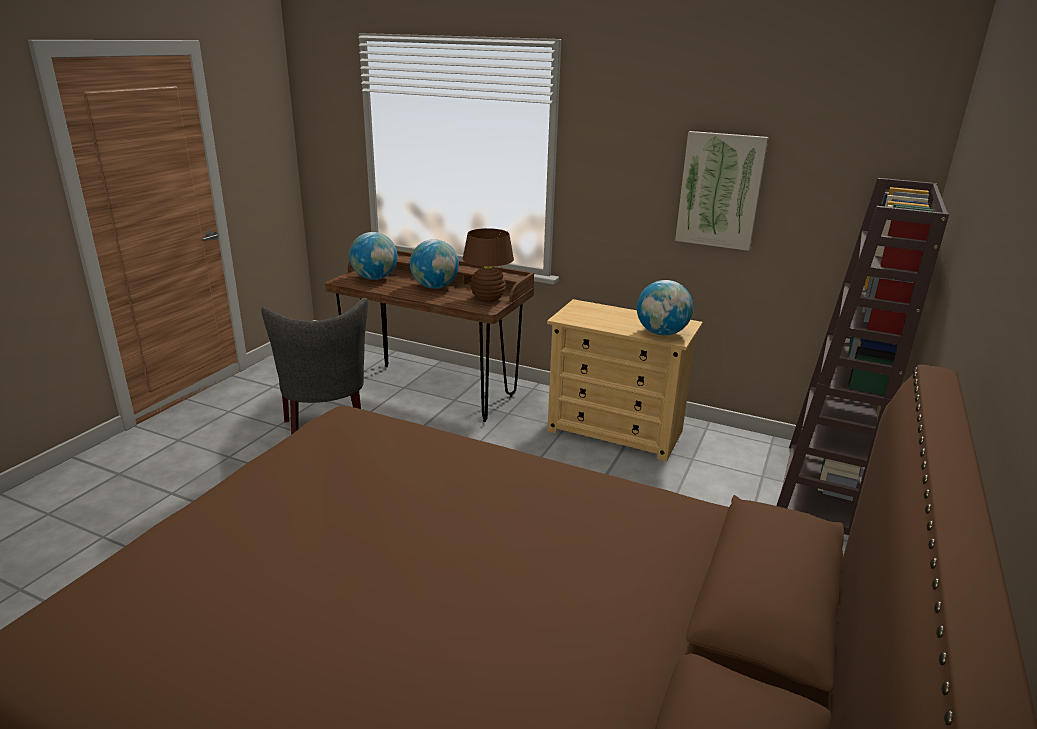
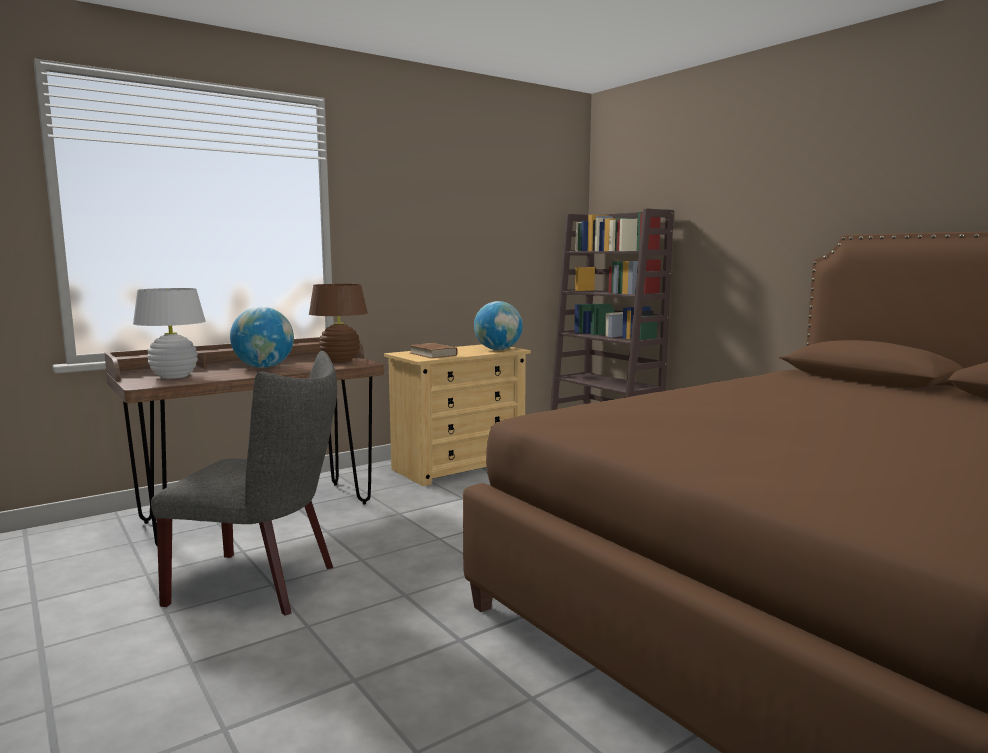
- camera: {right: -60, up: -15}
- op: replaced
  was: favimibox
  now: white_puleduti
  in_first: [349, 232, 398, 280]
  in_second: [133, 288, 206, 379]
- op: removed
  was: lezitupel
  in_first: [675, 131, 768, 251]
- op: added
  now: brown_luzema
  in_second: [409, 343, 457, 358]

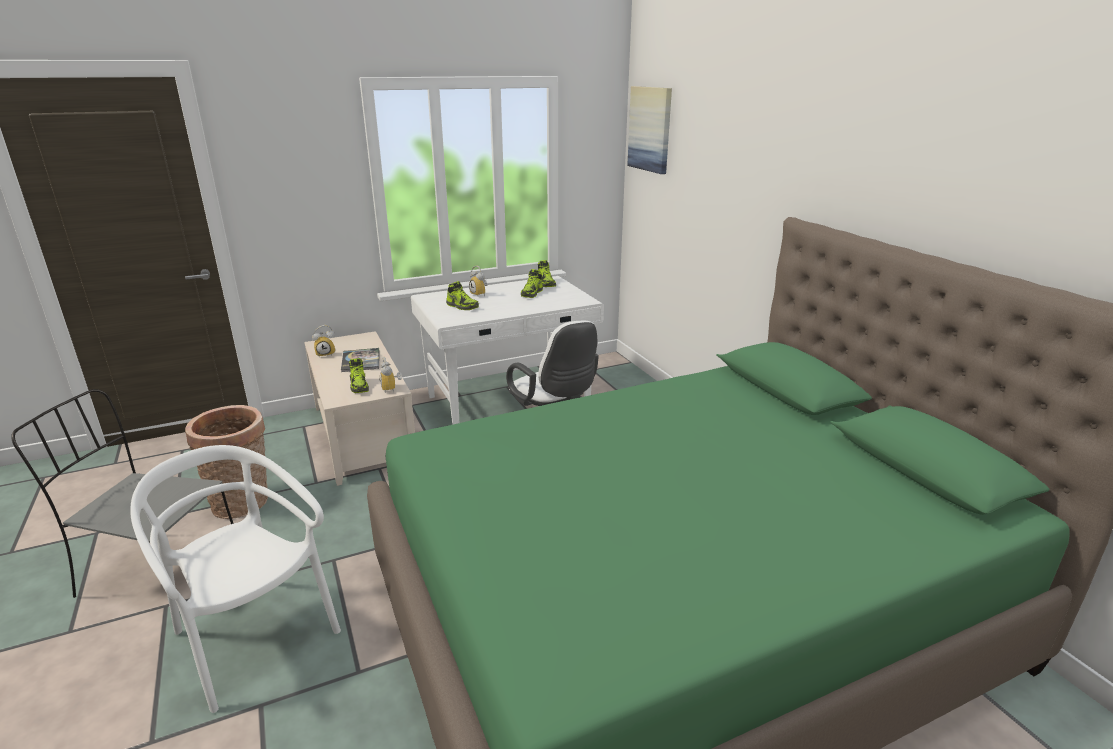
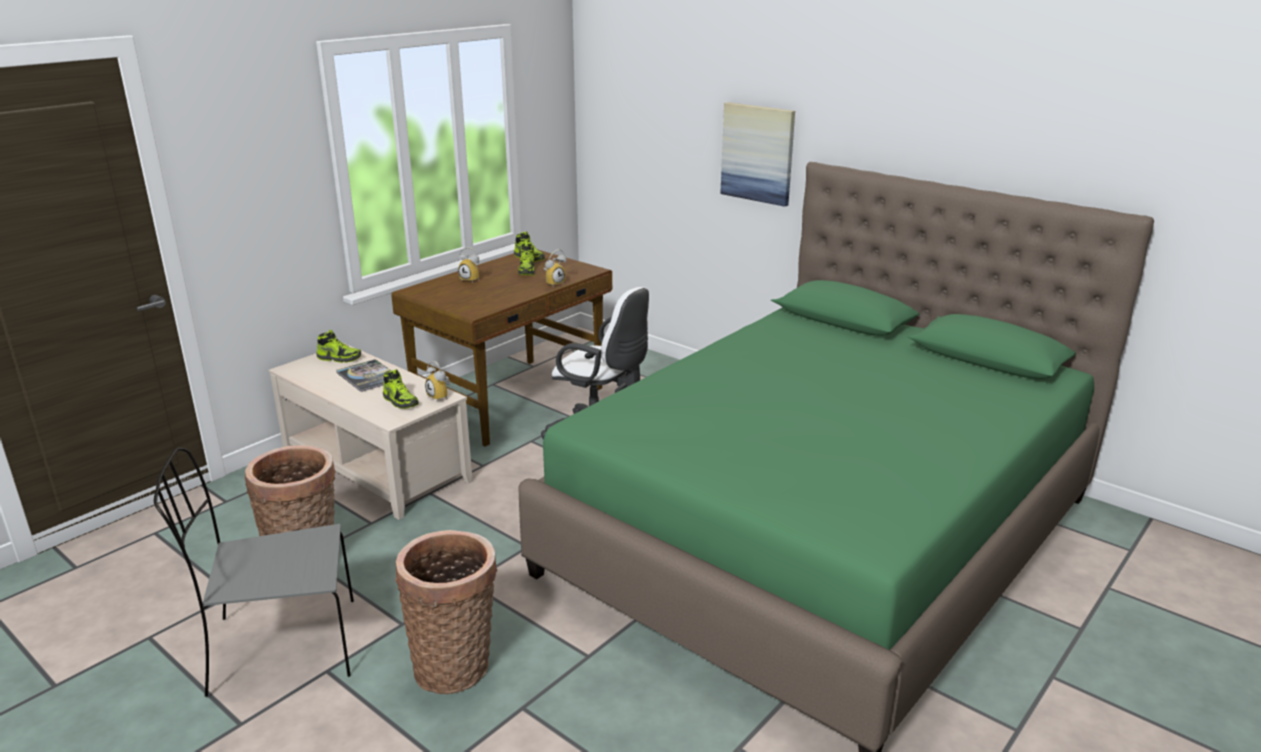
- camera: {right: -25, up: 0}
- op: replaced
  was: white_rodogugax
  now: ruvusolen
  in_first: [130, 445, 341, 713]
  in_second: [395, 530, 498, 694]
- op: moved
  was: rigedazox
  in_first: [312, 325, 336, 358]
  in_second: [544, 249, 567, 287]
- op: recoloured
  was: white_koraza
  now: brown_koraza
  in_first: [411, 276, 604, 425]
  in_second: [391, 250, 612, 446]
- op: moved
  was: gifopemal
  in_first: [446, 281, 479, 310]
  in_second: [316, 330, 361, 363]
- op: moved
  was: lezitupel
  in_first: [627, 86, 672, 174]
  in_second: [720, 102, 795, 207]

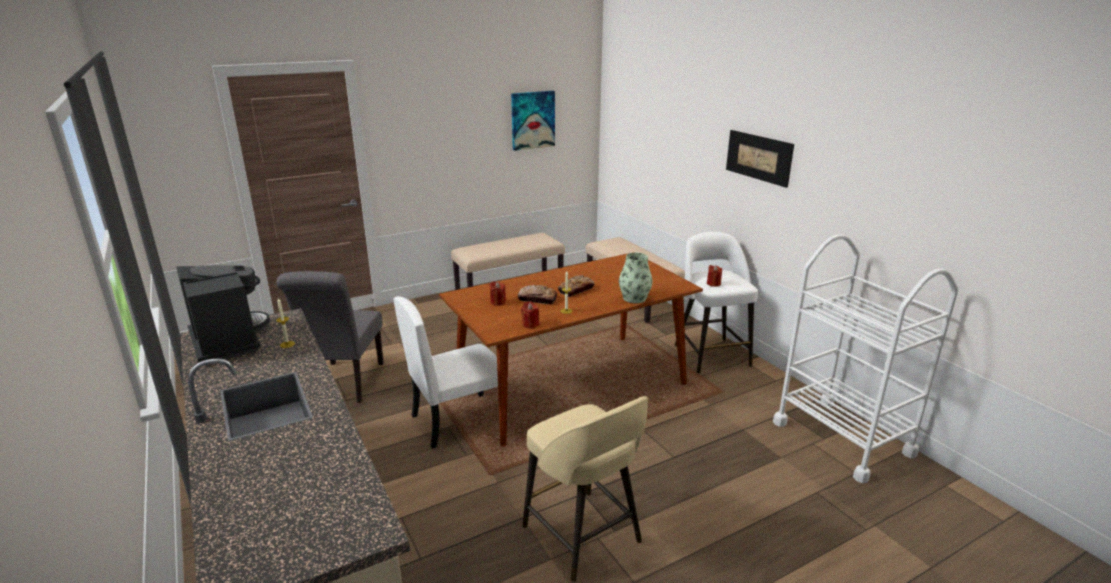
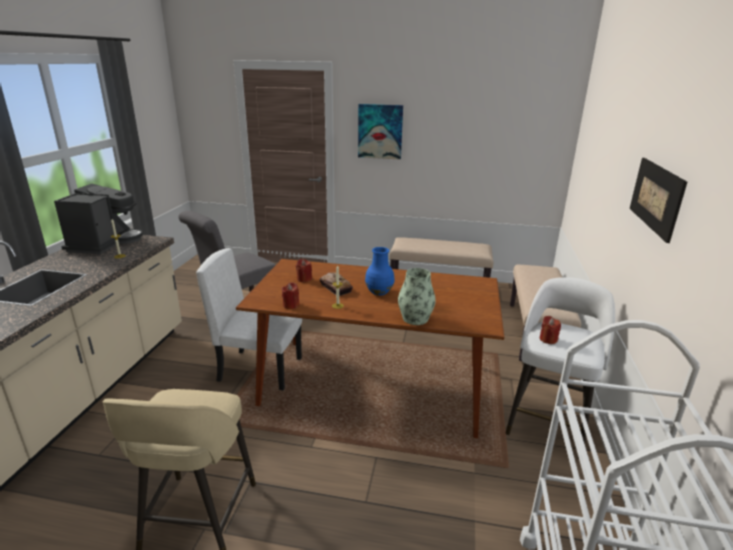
- camera: {right: 40, up: 0}
- op: moved
  was: lezitupel
  in_first: [511, 91, 555, 151]
  in_second: [358, 104, 403, 159]
- op: replaced
  was: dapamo
  now: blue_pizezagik
  in_first: [558, 275, 595, 297]
  in_second: [365, 247, 395, 296]

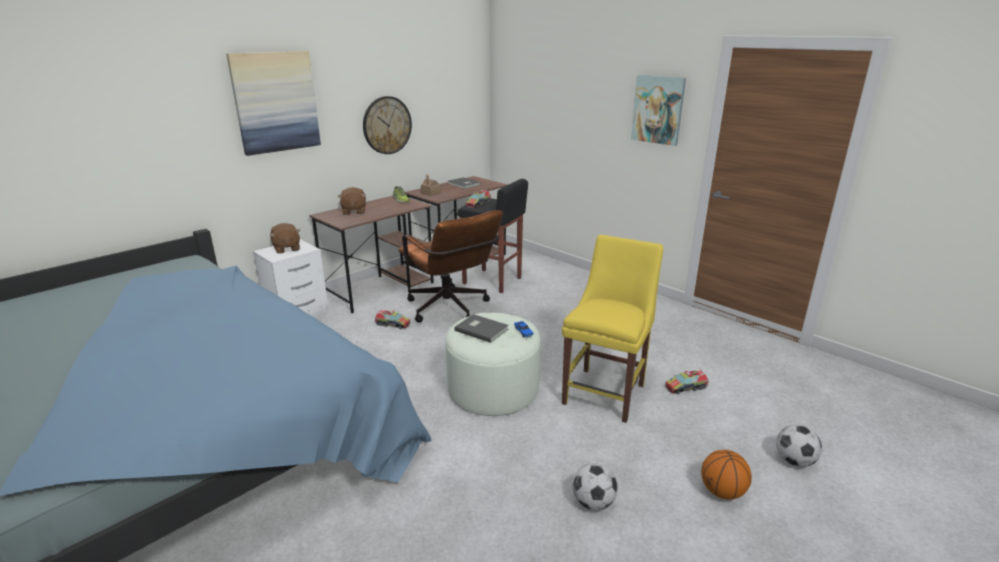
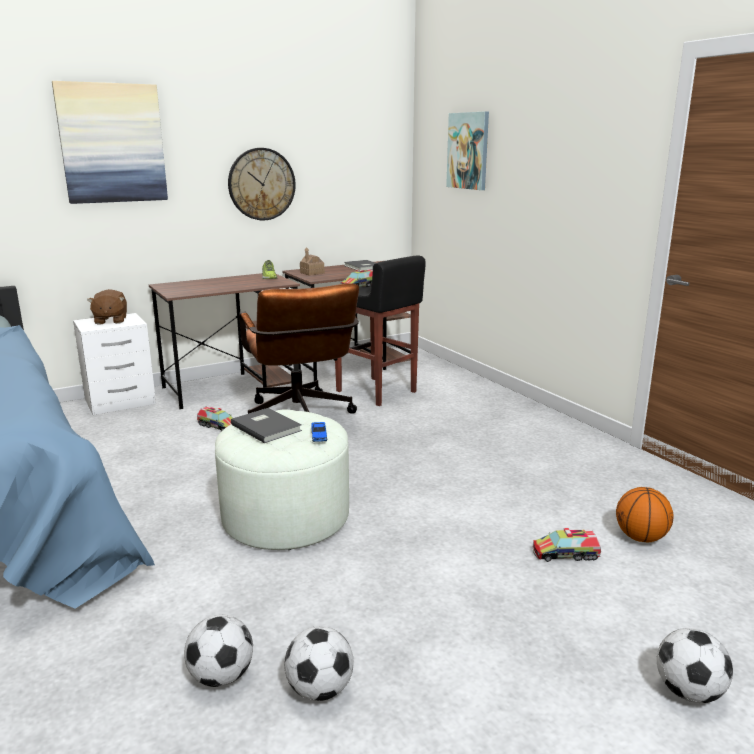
- camera: {right: 15, up: -5}
- op: removed
  was: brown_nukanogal
  in_first: [338, 187, 366, 215]
- op: removed
  was: yellow_rodogugax
  in_first: [562, 235, 663, 423]
- op: moved
  was: lezitupel
  in_first: [631, 75, 686, 146]
  in_second: [446, 111, 489, 190]
- op: moved
  was: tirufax
  in_first: [701, 450, 752, 500]
  in_second: [616, 487, 674, 543]
- op: added
  now: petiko
  in_second: [184, 614, 253, 687]

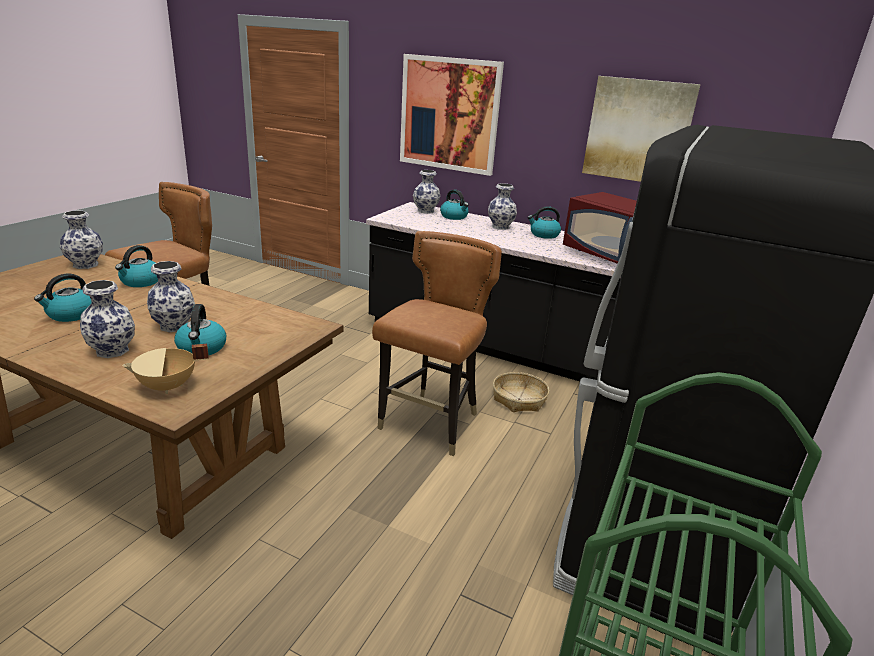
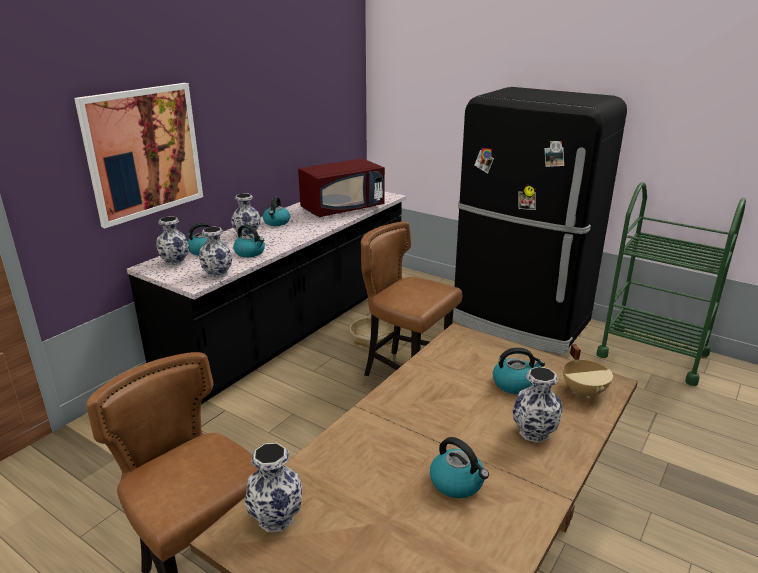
- camera: {right: -80, up: 0}
- op: moved
  was: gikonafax
  in_first: [115, 245, 158, 287]
  in_second: [233, 224, 265, 257]
- op: moved
  was: pizezagik
  in_first: [147, 261, 195, 332]
  in_second: [199, 227, 232, 279]
- op: removed
  was: lezitupel
  in_first: [582, 76, 701, 182]

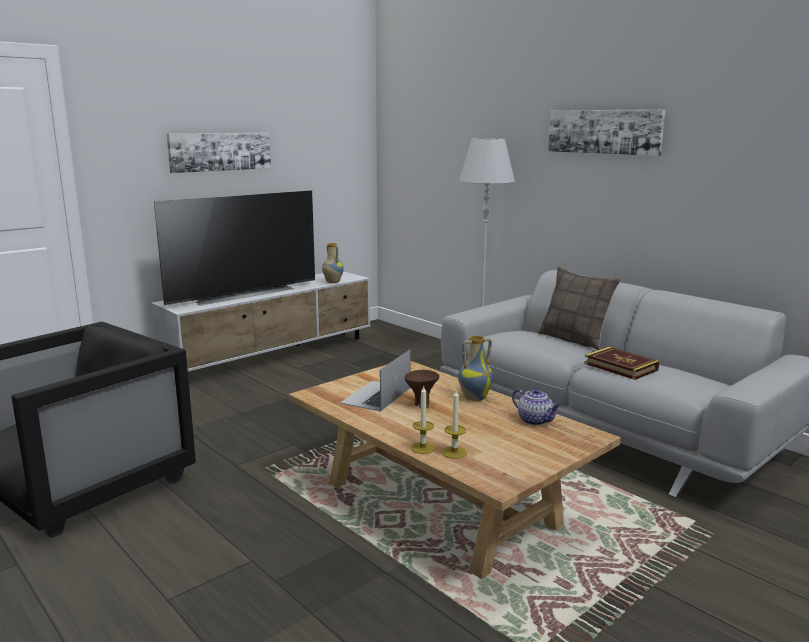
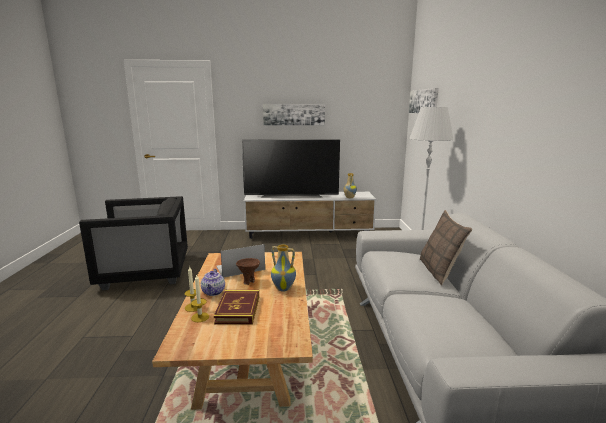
- camera: {right: 40, up: 0}
- op: moved
  was: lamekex
  in_first: [512, 389, 561, 425]
  in_second: [201, 269, 225, 296]
- op: moved
  was: lezitupel
  in_first: [548, 109, 666, 156]
  in_second: [409, 88, 439, 113]
- op: moved
  was: luzema
  in_first: [584, 347, 659, 380]
  in_second: [214, 290, 259, 325]

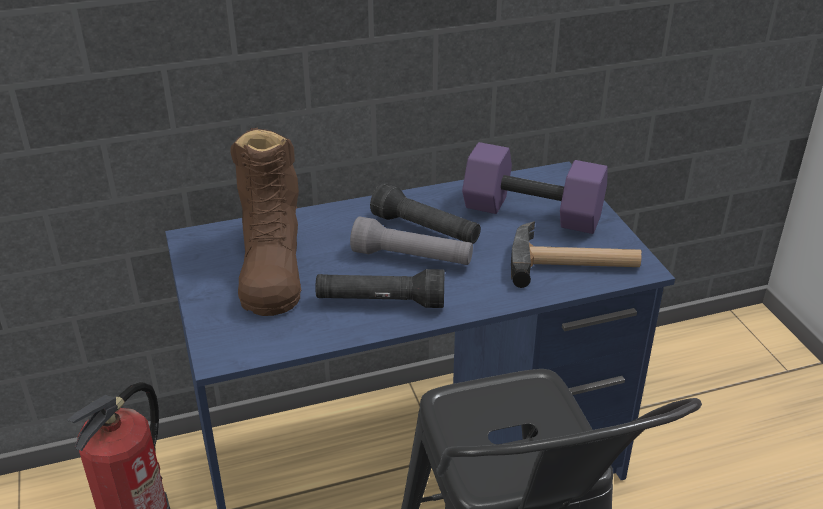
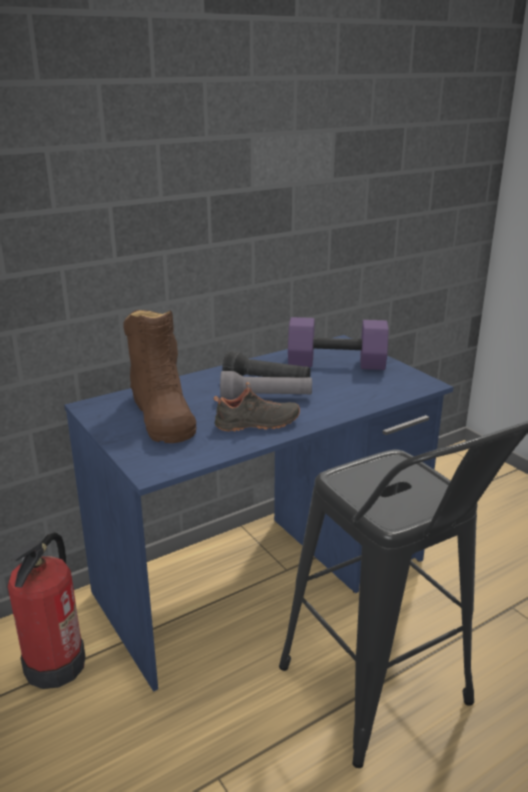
- camera: {right: -15, up: -10}
- op: replaced
  was: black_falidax
  now: black_gifopemal
  in_first: [315, 269, 444, 308]
  in_second: [213, 382, 300, 432]
- op: removed
  was: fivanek
  in_first: [511, 221, 642, 288]

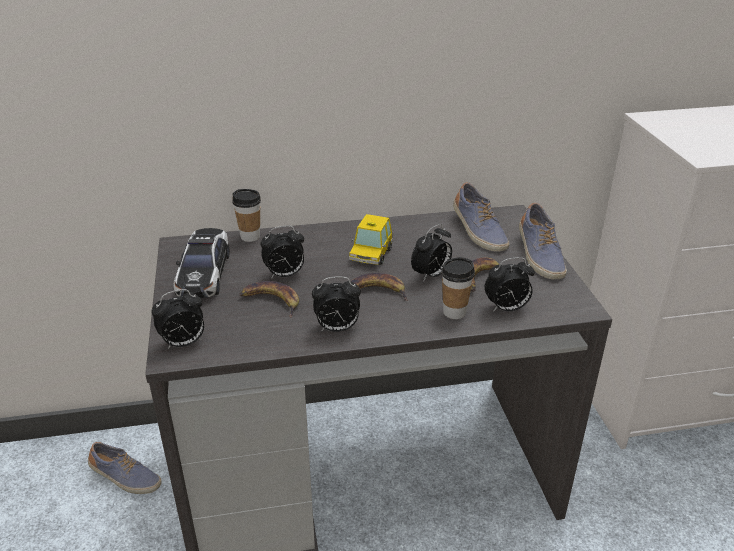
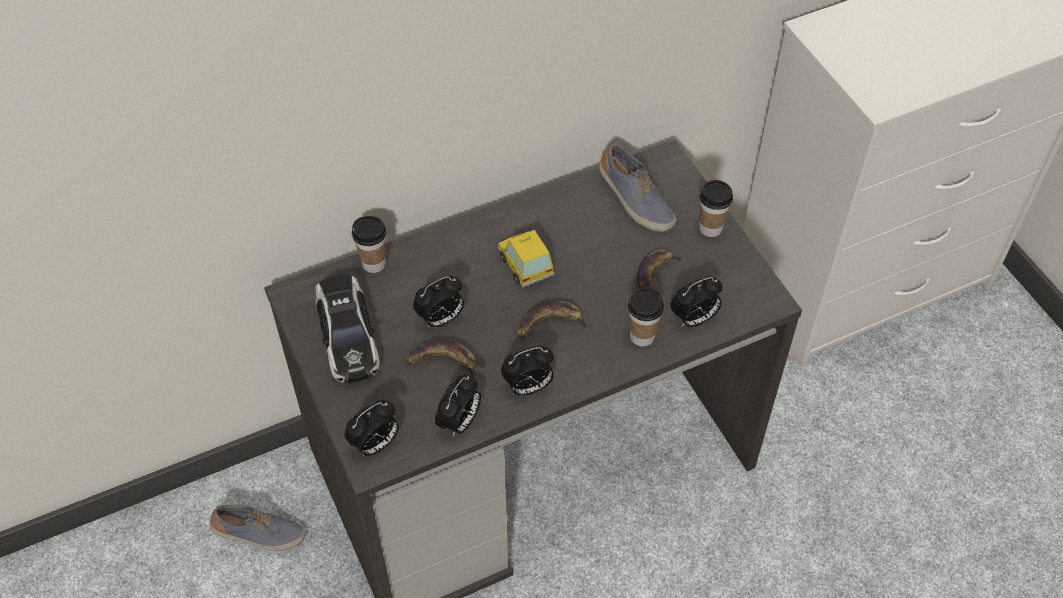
- camera: {right: -15, up: 20}
- op: turned
  was: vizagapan
  in_first: [349, 214, 393, 265]
  in_second: [498, 230, 554, 288]
  clockwise: 150
- op: moved
  was: rigedazox
  in_first: [411, 224, 452, 282]
  in_second: [435, 375, 481, 436]
- op: replaced
  was: gifopemal
  now: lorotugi
  in_first: [519, 203, 567, 280]
  in_second: [699, 180, 733, 237]

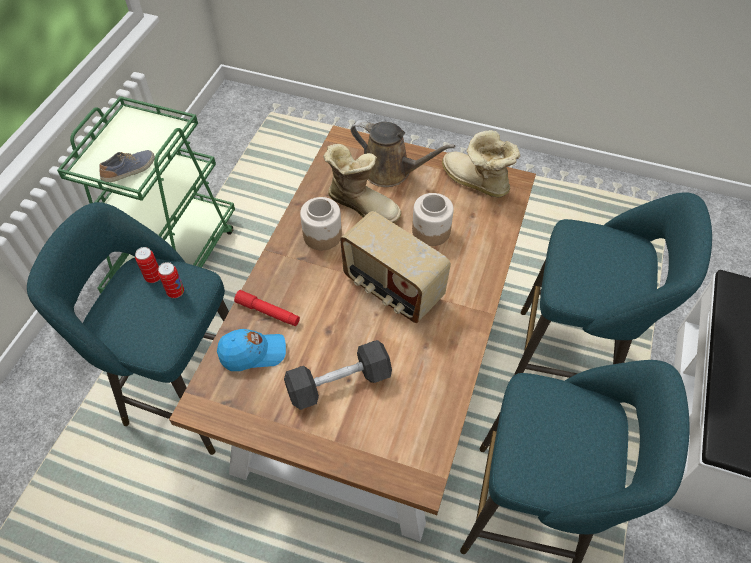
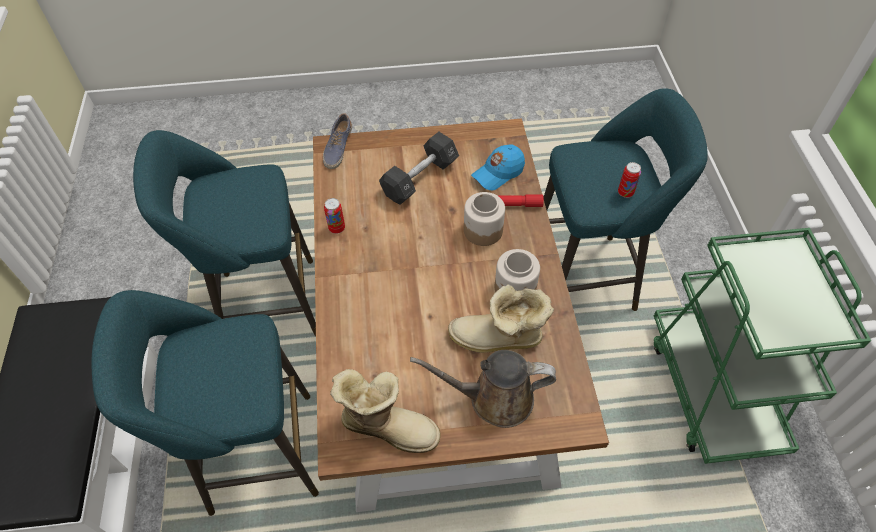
- camera: {right: 155, up: 0}
- op: moved
  was: gifopemal
  in_first: [99, 150, 155, 182]
  in_second: [323, 113, 352, 169]
- op: moved
  was: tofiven
  in_first: [158, 262, 184, 298]
  in_second: [324, 198, 345, 234]
- op: removed
  was: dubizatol
  in_first: [340, 211, 451, 323]
- op: moved
  was: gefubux
  in_first: [412, 193, 454, 246]
  in_second: [464, 192, 505, 246]

